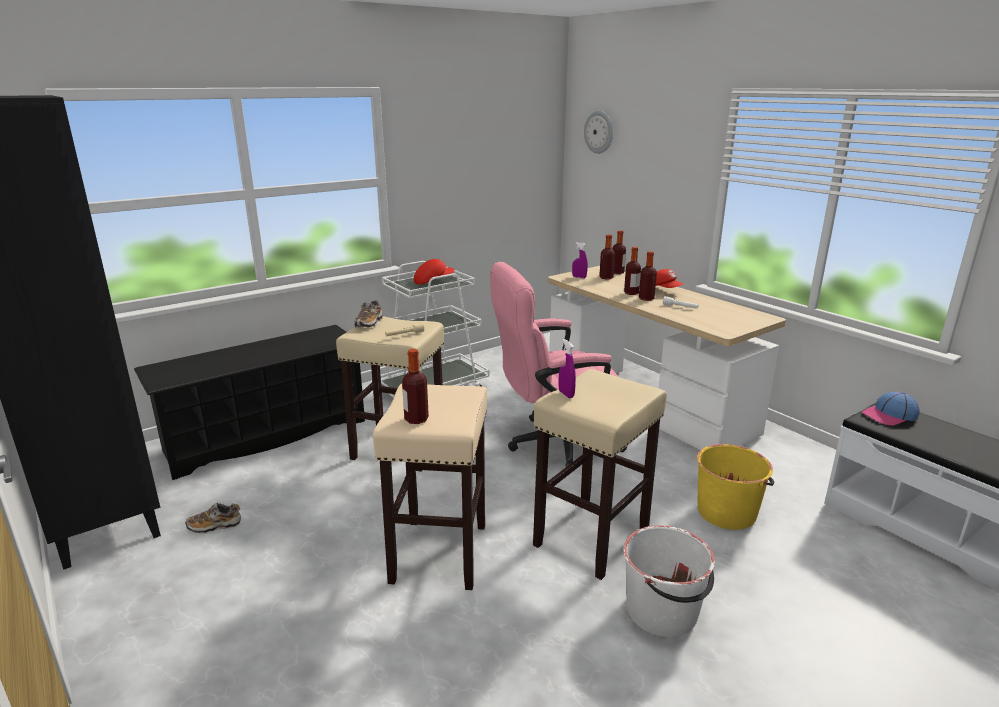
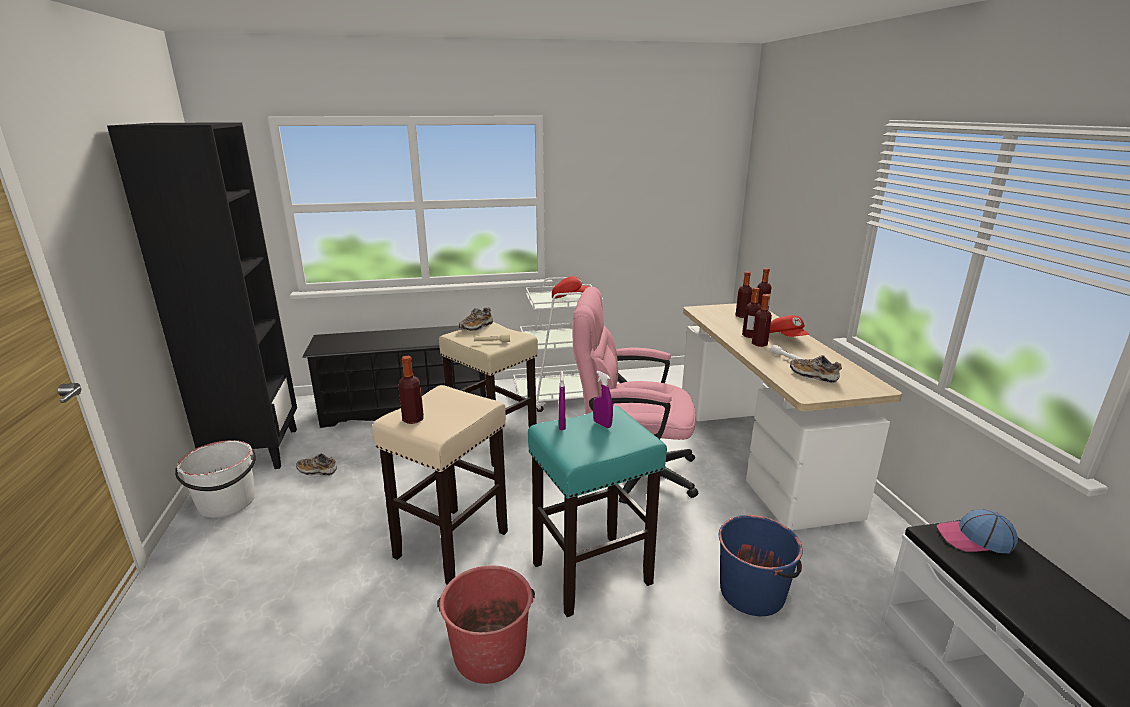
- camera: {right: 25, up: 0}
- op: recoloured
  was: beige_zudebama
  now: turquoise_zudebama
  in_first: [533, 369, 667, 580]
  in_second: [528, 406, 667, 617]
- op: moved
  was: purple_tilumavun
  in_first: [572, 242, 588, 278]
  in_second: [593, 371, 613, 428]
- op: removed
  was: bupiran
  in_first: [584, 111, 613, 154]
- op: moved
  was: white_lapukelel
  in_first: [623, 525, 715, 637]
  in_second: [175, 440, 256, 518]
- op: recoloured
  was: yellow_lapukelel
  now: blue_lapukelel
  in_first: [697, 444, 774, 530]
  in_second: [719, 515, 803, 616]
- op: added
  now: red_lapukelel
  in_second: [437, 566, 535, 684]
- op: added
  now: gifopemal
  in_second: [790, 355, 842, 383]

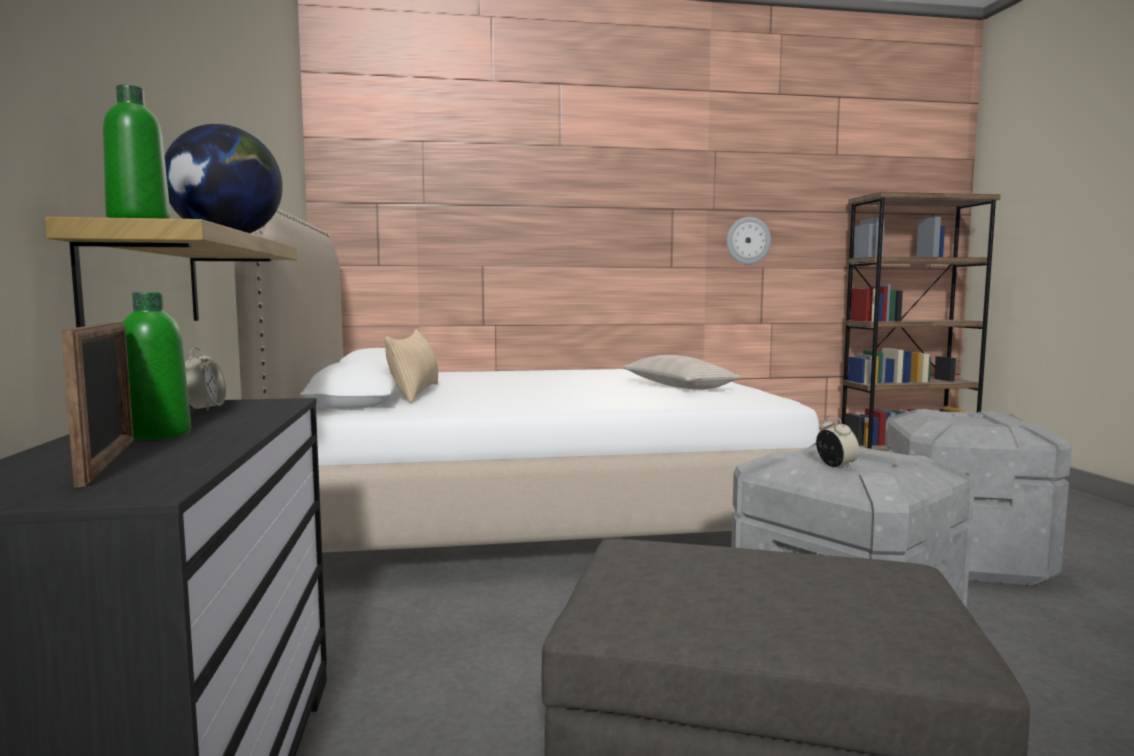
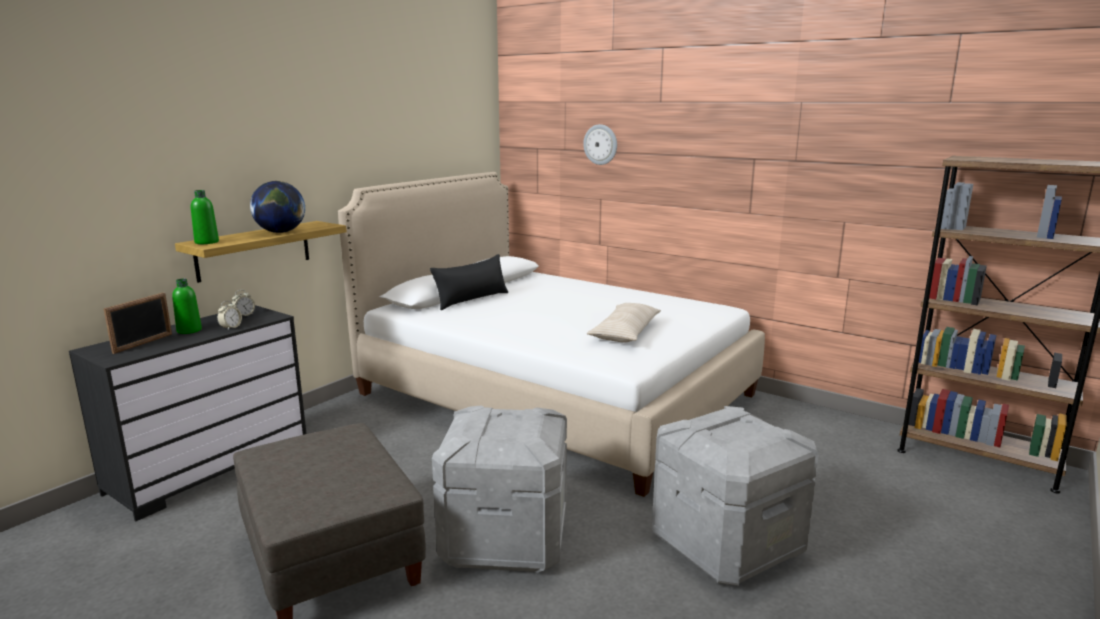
- camera: {right: 45, up: 10}
- op: recoloured
  was: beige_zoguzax
  now: black_zoguzax
  in_first: [385, 329, 438, 403]
  in_second: [430, 254, 508, 310]
- op: moved
  was: bupiran
  in_first: [727, 217, 771, 265]
  in_second: [583, 124, 617, 165]
- op: moved
  was: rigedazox
  in_first: [816, 415, 859, 468]
  in_second: [217, 301, 242, 330]

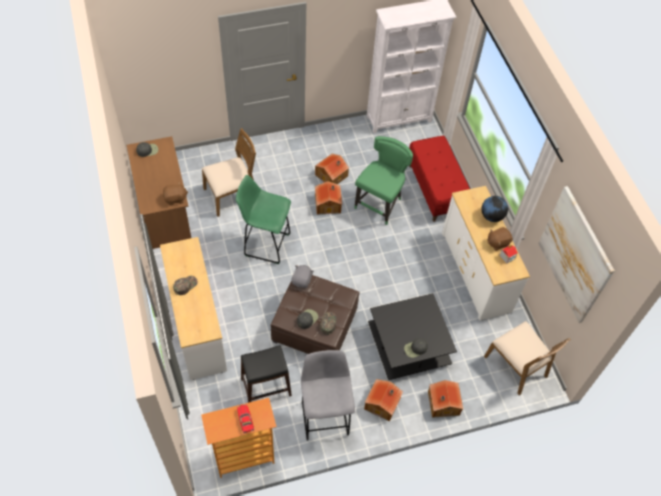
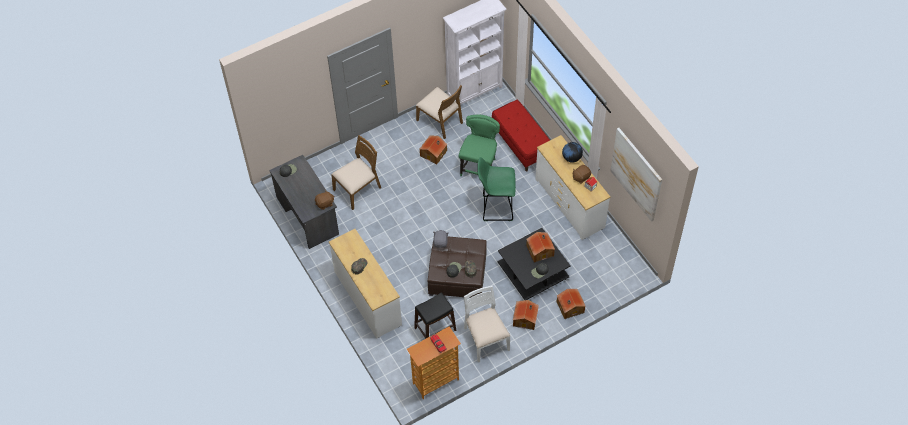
- camera: {right: -10, up: 0}
- op: recoloured
  was: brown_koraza
  now: grey_koraza
  in_first: [127, 136, 191, 249]
  in_second: [269, 155, 339, 249]
- op: moved
  was: green_zudebama
  in_first: [236, 175, 291, 264]
  in_second: [477, 157, 516, 221]
- op: replaced
  was: grey_zudebama
  now: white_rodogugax
  in_first: [301, 350, 355, 441]
  in_second: [464, 286, 510, 362]
- op: moved
  was: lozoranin
  in_first: [315, 181, 342, 215]
  in_second: [526, 232, 555, 263]
- op: moved
  was: brown_rodogugax
  in_first: [484, 321, 571, 395]
  in_second: [416, 85, 463, 139]

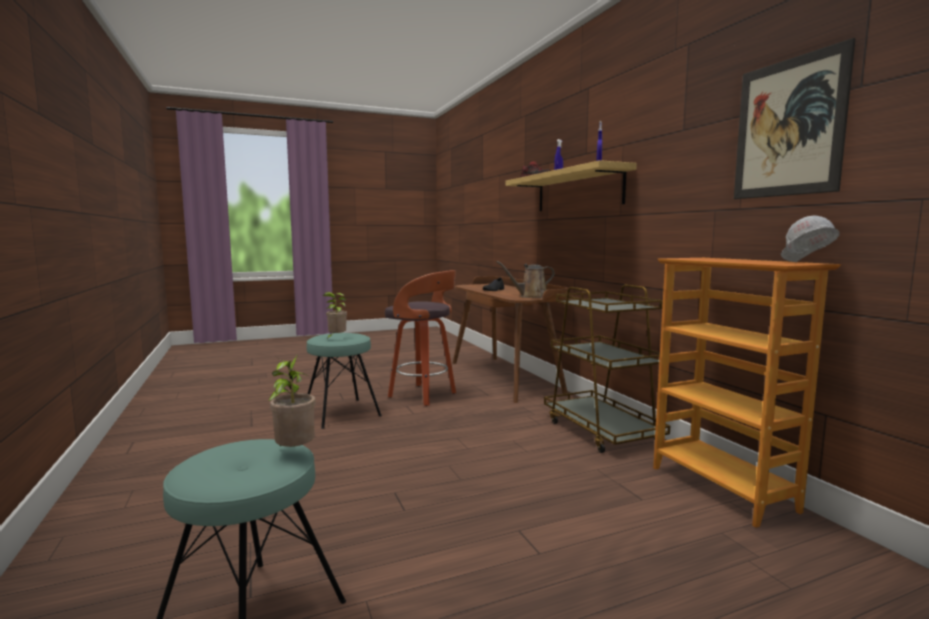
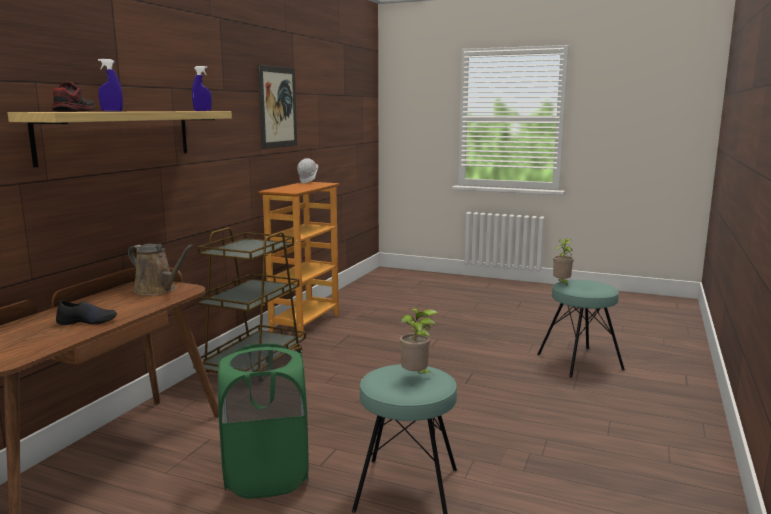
- camera: {right: -135, up: 5}
- op: replaced
  was: zudebama
  now: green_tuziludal
  in_first: [385, 270, 456, 406]
  in_second: [218, 343, 309, 498]

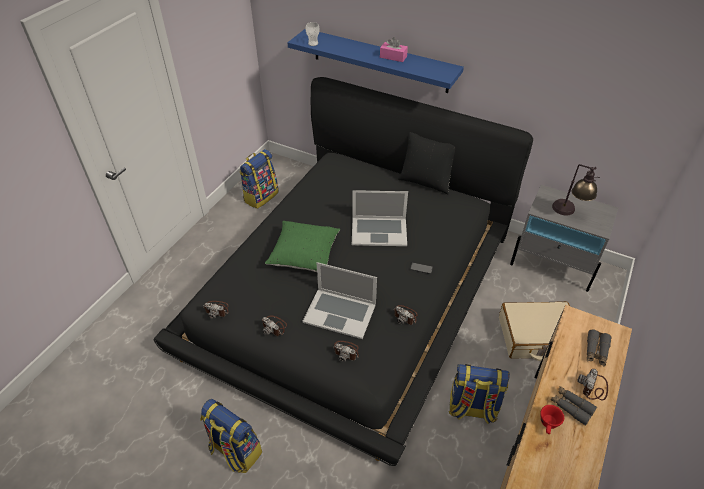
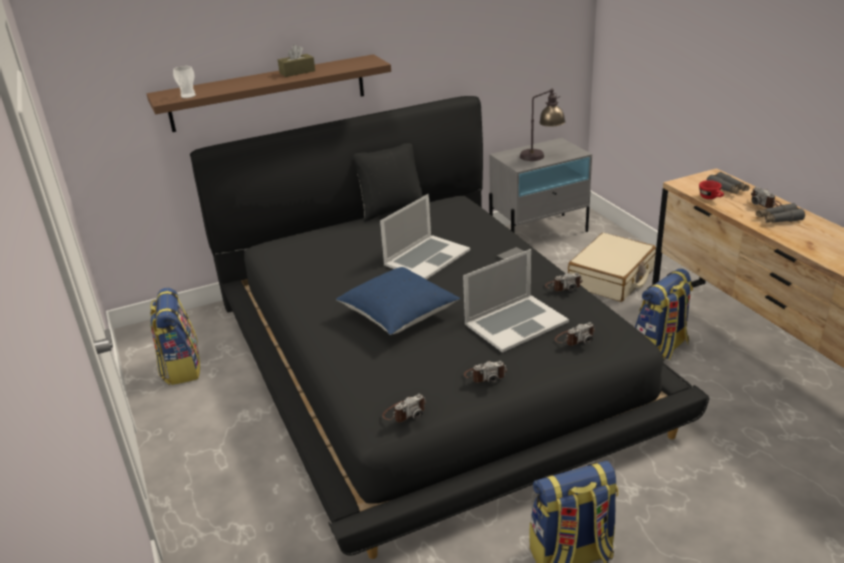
- camera: {right: -50, up: -15}
- op: recoloured
  was: green_zoguzax
  now: blue_zoguzax
  in_first: [265, 221, 340, 272]
  in_second: [336, 267, 460, 335]
- op: recoloured
  was: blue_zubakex
  now: brown_zubakex
  in_first: [287, 29, 464, 93]
  in_second: [146, 54, 391, 132]
- op: recoloured
  was: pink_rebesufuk
  now: brown_rebesufuk
  in_first: [380, 37, 408, 62]
  in_second: [278, 45, 315, 77]
- op: moved
  was: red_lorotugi
  in_first: [540, 405, 564, 434]
  in_second: [699, 180, 724, 199]

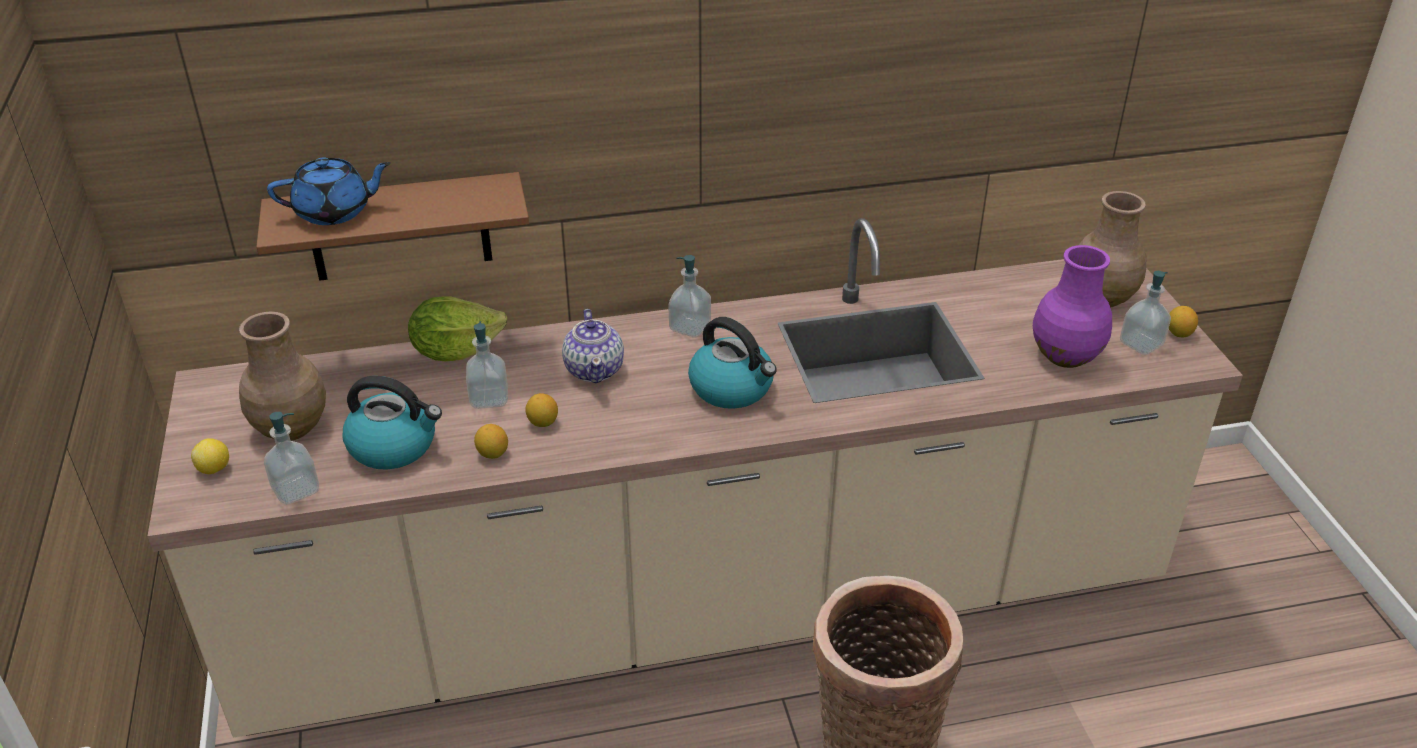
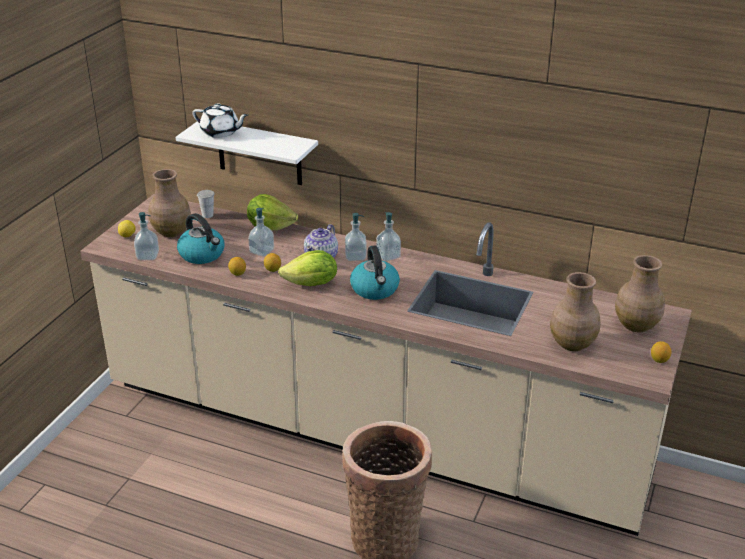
- camera: {right: 35, up: -5}
- op: recoloured
  was: brown_zubakex
  now: white_zubakex
  in_first: [256, 172, 529, 281]
  in_second: [176, 119, 318, 185]
- op: recoloured
  was: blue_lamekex
  now: white_lamekex
  in_first: [267, 157, 391, 225]
  in_second: [192, 103, 248, 138]
- op: recoloured
  was: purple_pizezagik
  now: brown_pizezagik
  in_first: [1033, 245, 1112, 368]
  in_second: [550, 272, 600, 351]
- op: moved
  was: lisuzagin
  in_first: [1120, 271, 1171, 355]
  in_second: [345, 213, 367, 261]
- op: added
  now: white_lorotugi
  in_second: [197, 190, 215, 218]
- op: added
  now: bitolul
  in_second: [278, 250, 337, 286]

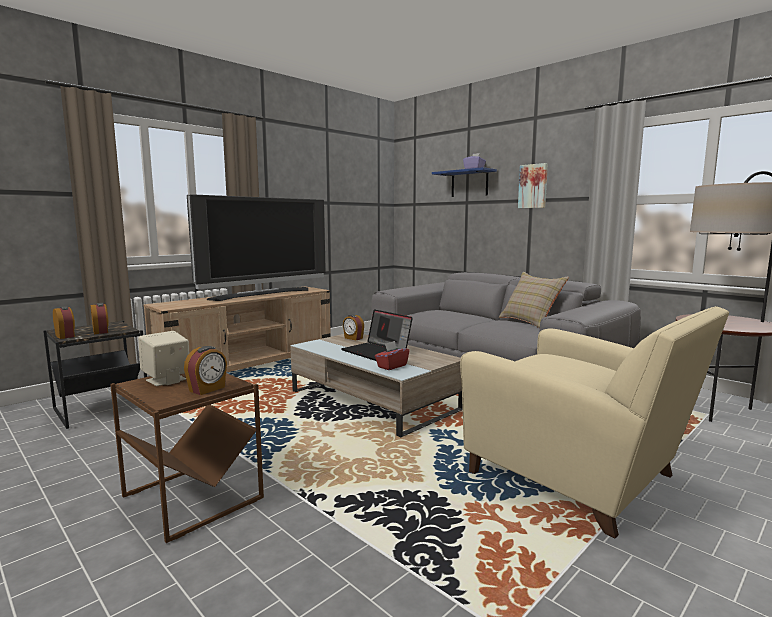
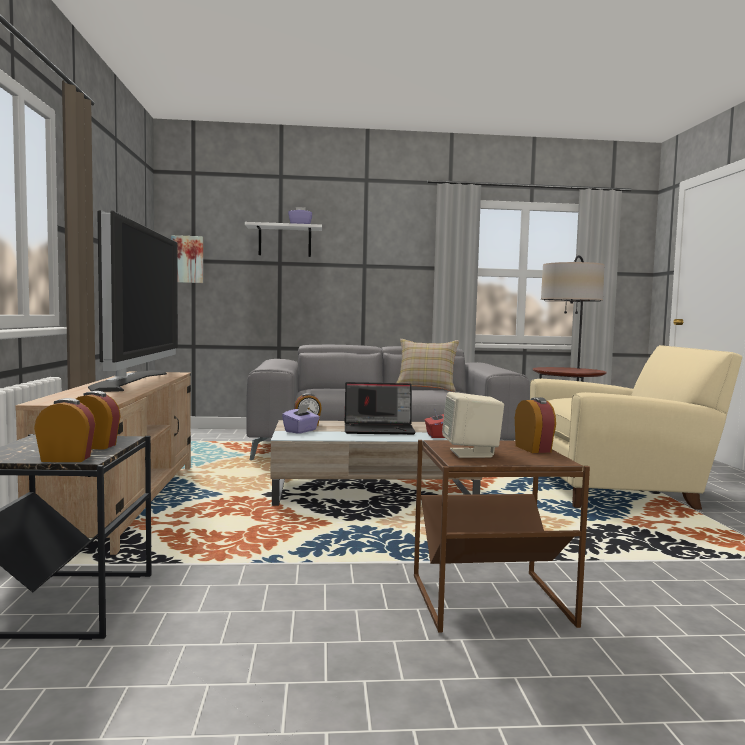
- camera: {right: -50, up: -5}
- op: recoloured
  was: blue_zubakex
  now: white_zubakex
  in_first: [432, 167, 497, 197]
  in_second: [245, 222, 322, 257]
- op: moved
  was: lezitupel
  in_first: [518, 163, 548, 208]
  in_second: [171, 235, 203, 283]
- op: added
  now: purple_rebesufuk
  in_second: [282, 404, 320, 434]

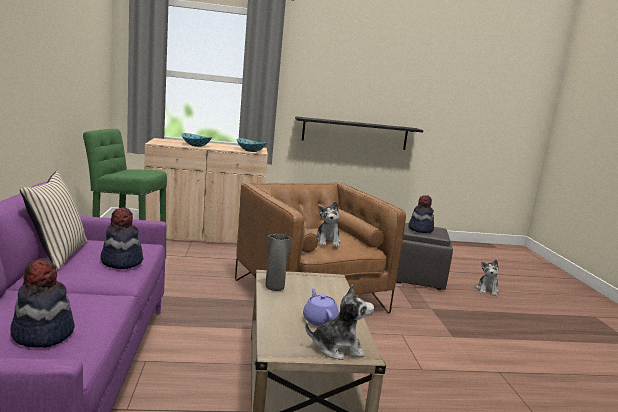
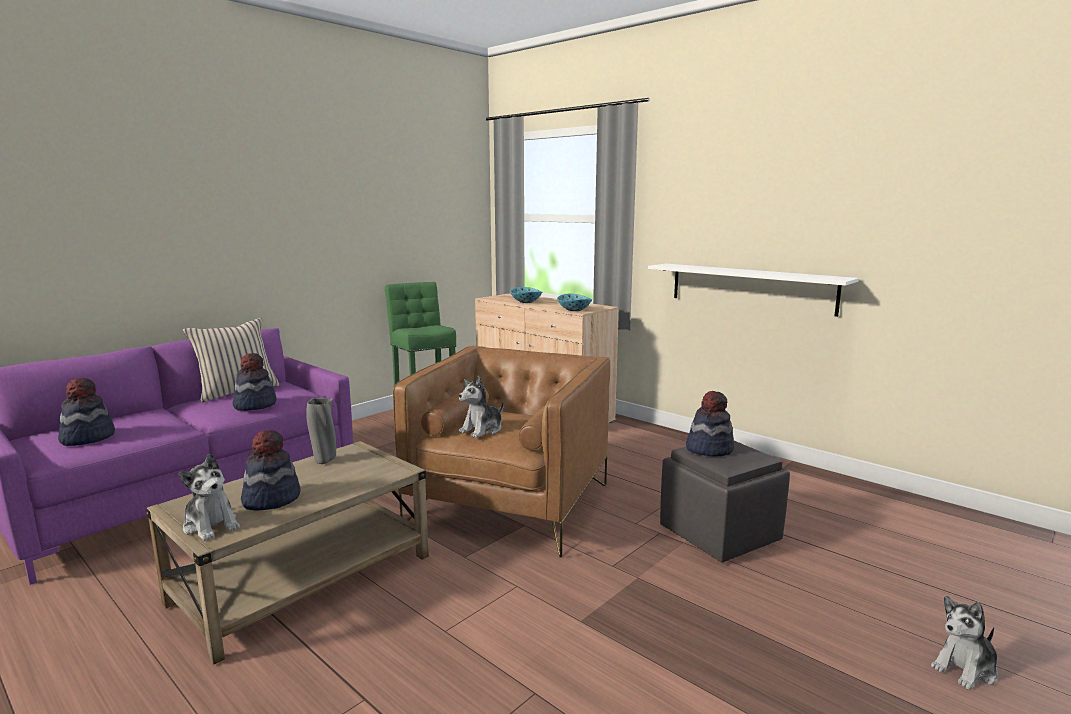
- camera: {right: 50, up: 0}
- op: recoloured
  was: black_zubakex
  now: white_zubakex
  in_first: [295, 116, 423, 150]
  in_second: [648, 264, 859, 317]
- op: replaced
  was: purple_lamekex
  now: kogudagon
  in_first: [303, 288, 339, 326]
  in_second: [241, 430, 301, 511]
- op: moved
  was: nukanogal
  in_first: [476, 259, 499, 296]
  in_second: [931, 595, 998, 690]

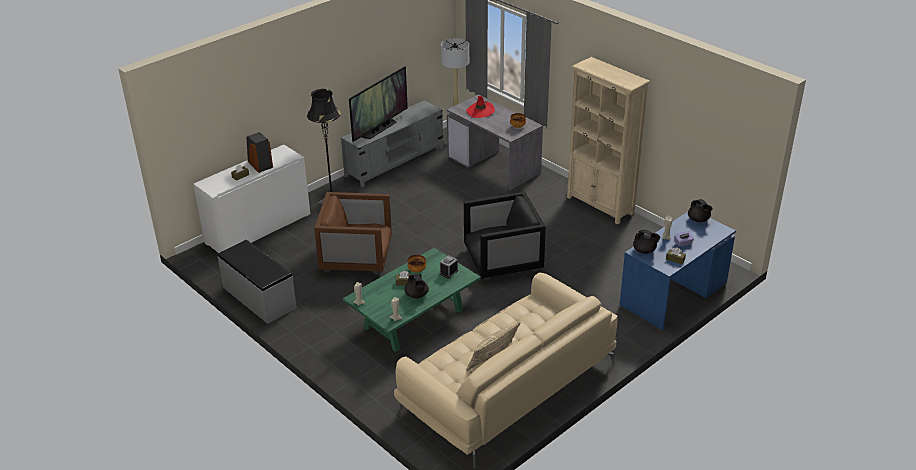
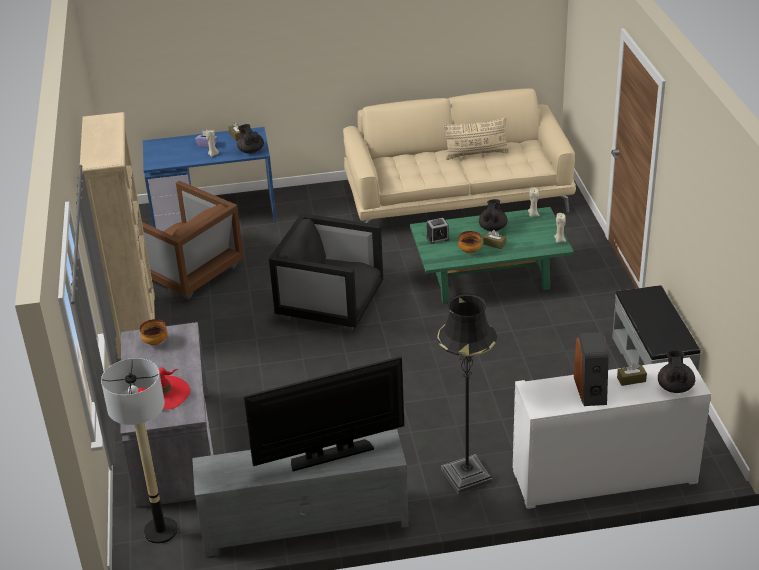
- camera: {right: -145, up: 0}
- op: moved
  was: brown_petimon
  in_first: [314, 192, 392, 275]
  in_second: [142, 181, 244, 299]
- op: moved
  was: black_lamekex
  in_first: [688, 199, 713, 222]
  in_second: [658, 350, 695, 393]

